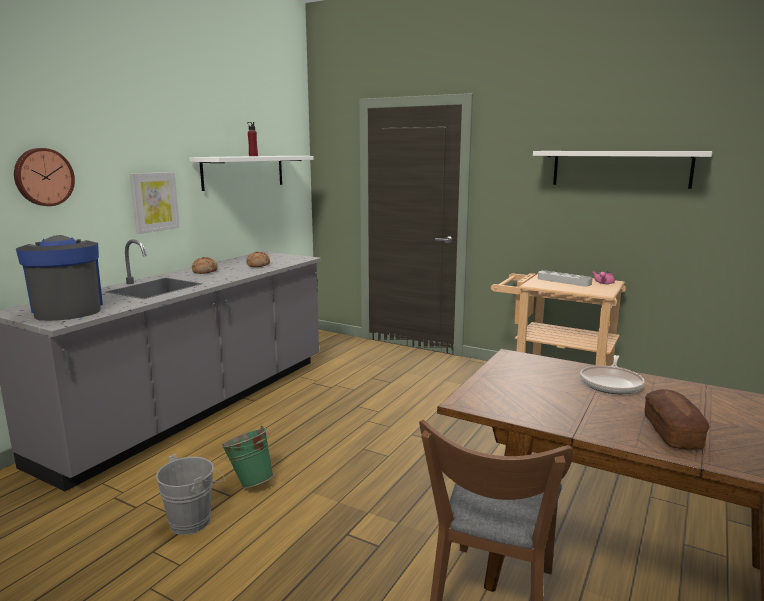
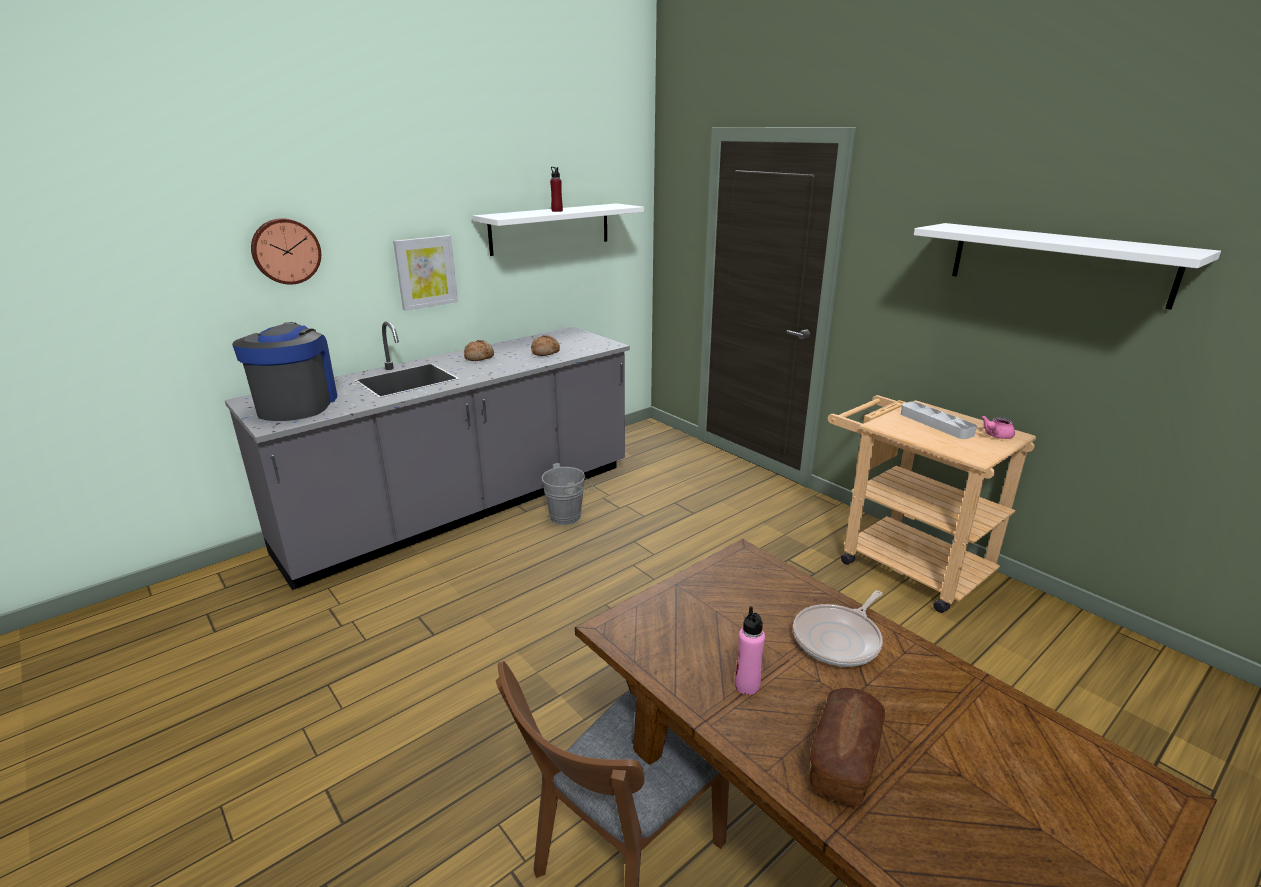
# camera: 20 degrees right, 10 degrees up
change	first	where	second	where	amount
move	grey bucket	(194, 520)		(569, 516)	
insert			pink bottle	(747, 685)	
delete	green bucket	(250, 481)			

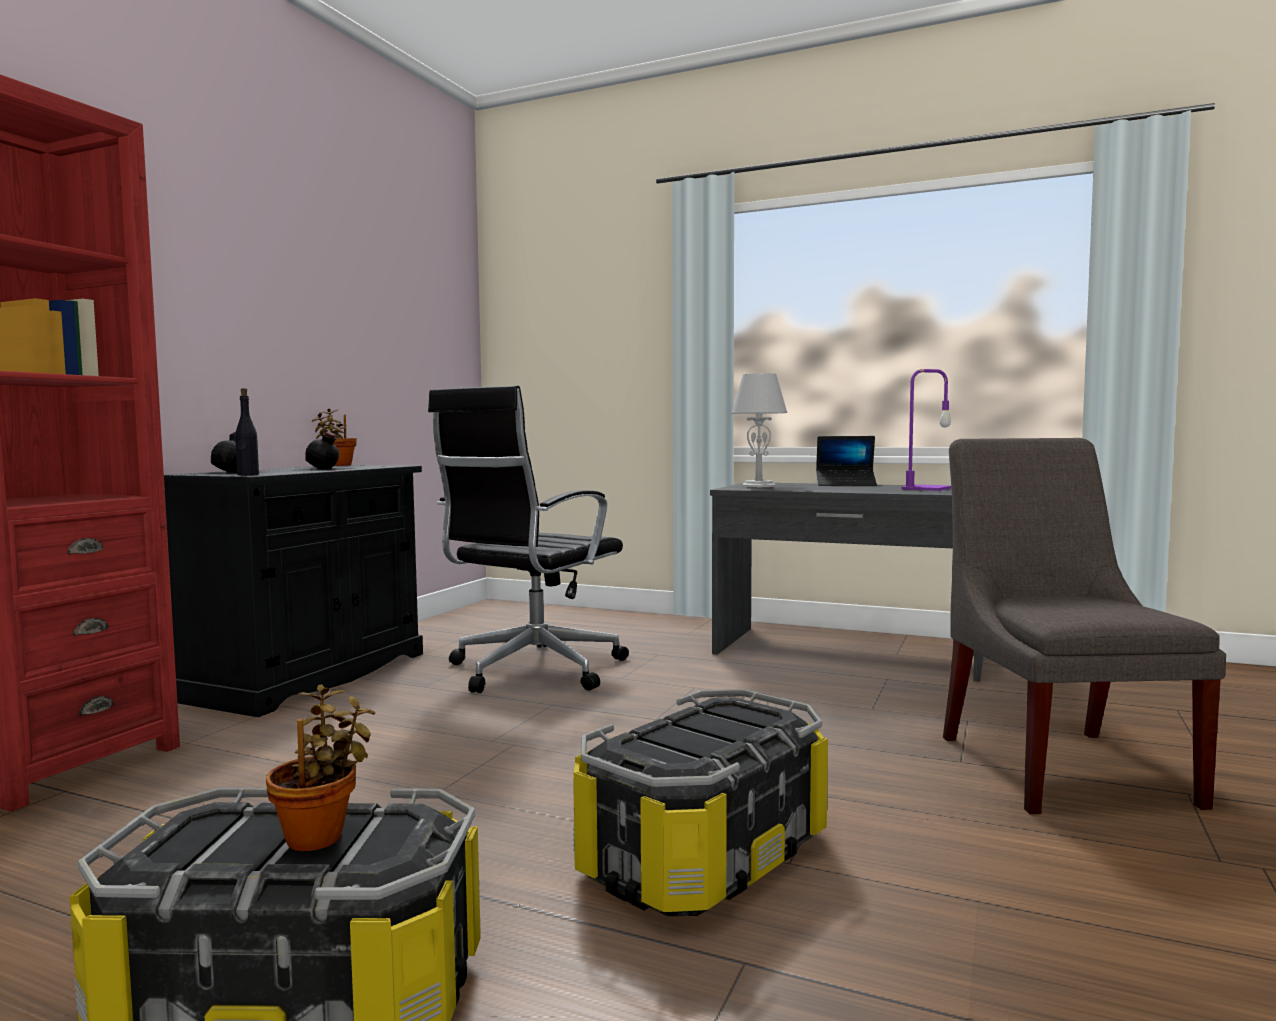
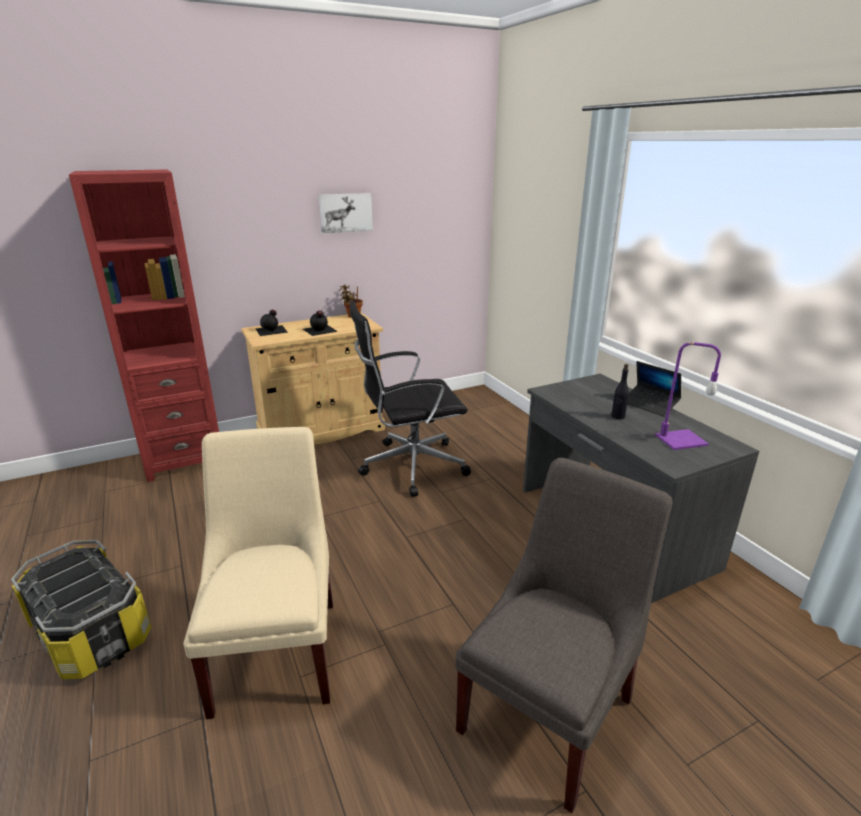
# camera: 40 degrees right, 20 degrees up
change	first	where	second	where	amount
replace	storage box	(703, 856)	beige chair	(278, 648)	
recolor	black cabinet	(310, 676)	beige cabinet	(321, 430)	
insert			picture	(345, 212)	
move	black bottle	(248, 474)		(617, 417)	
delete	potted plant	(321, 836)			
delete	grey table lamp	(758, 486)			

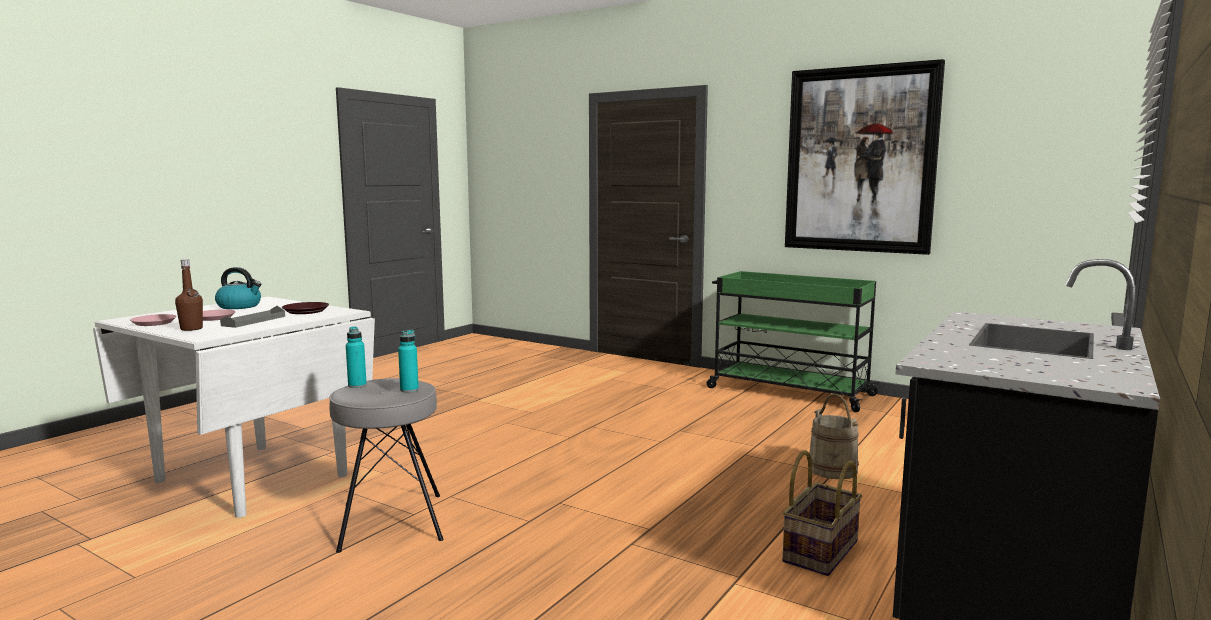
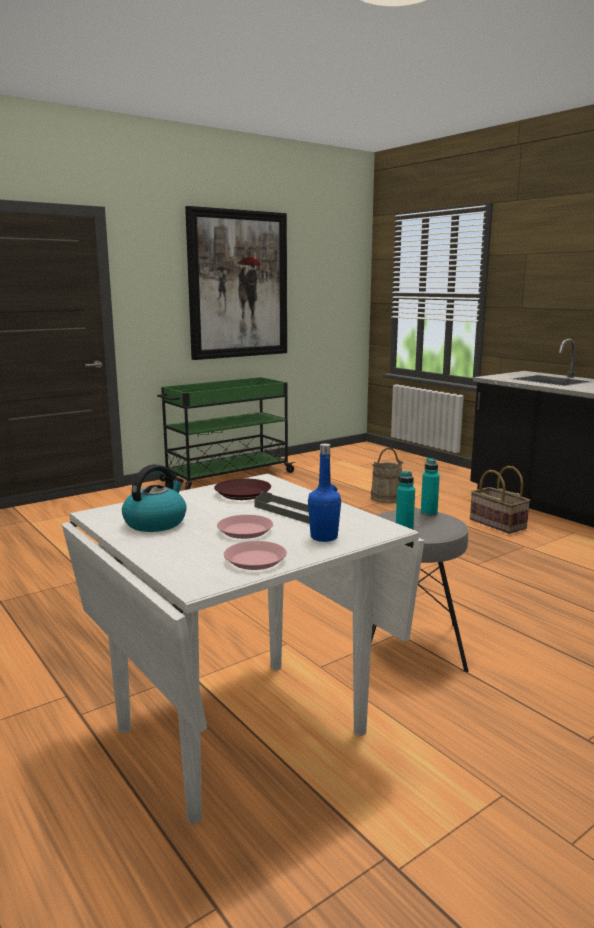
# camera: 70 degrees left, 5 degrees up
change	first	where	second	where	amount
recolor	brown bottle	(191, 329)	blue bottle	(324, 537)	

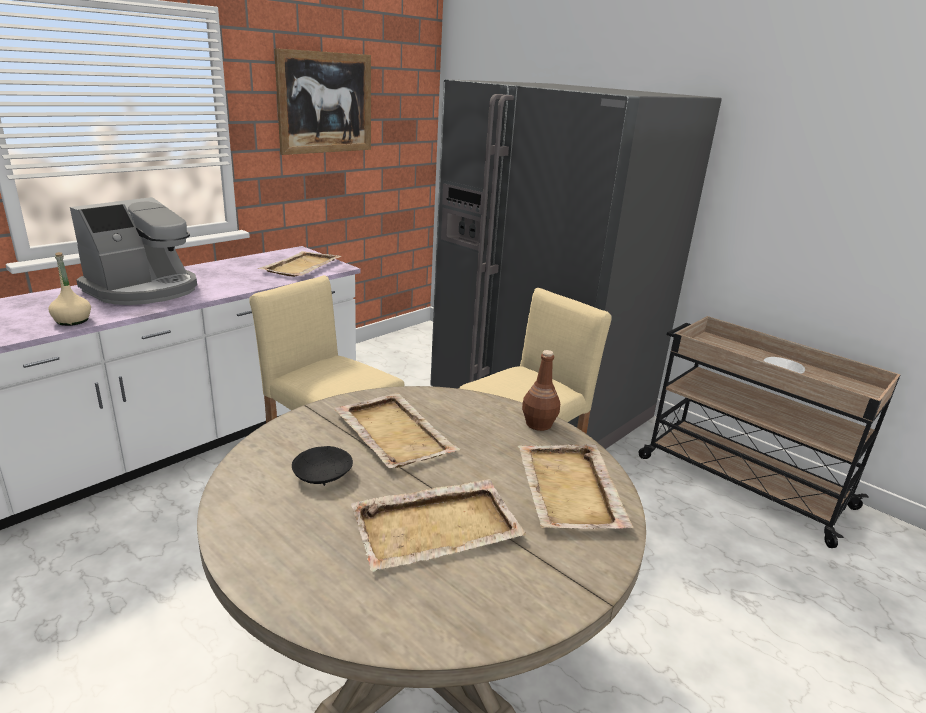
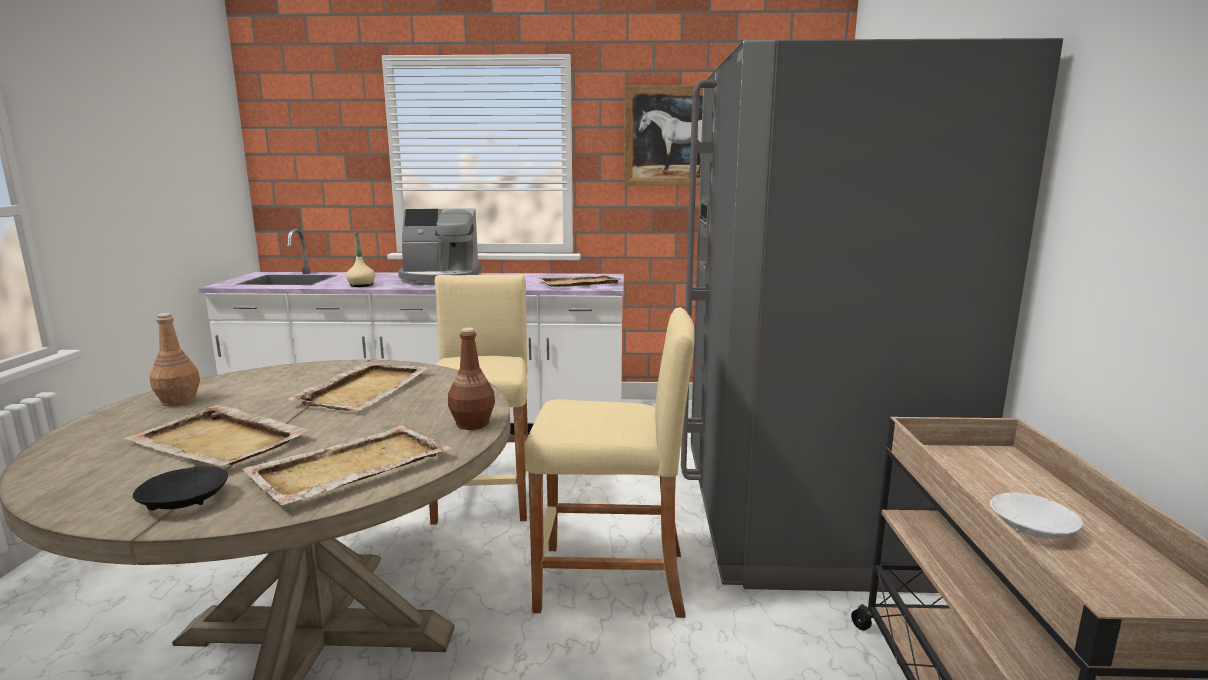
# camera: 50 degrees right, 10 degrees down
change	first	where	second	where	amount
move	black bowl	(322, 474)		(185, 501)	
insert			brown bottle	(179, 401)	

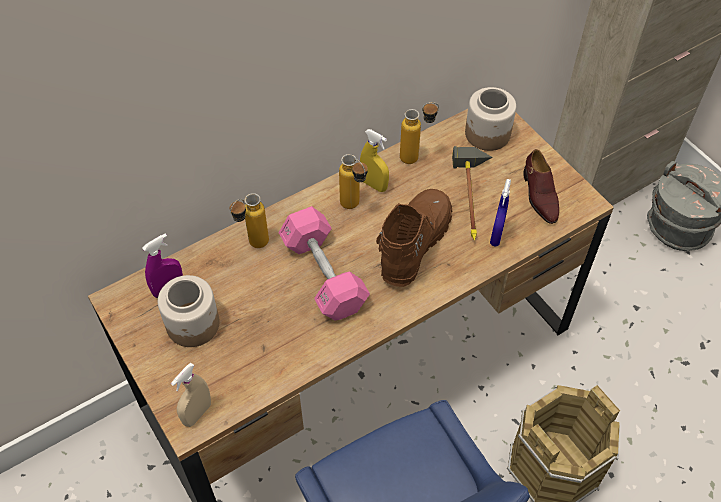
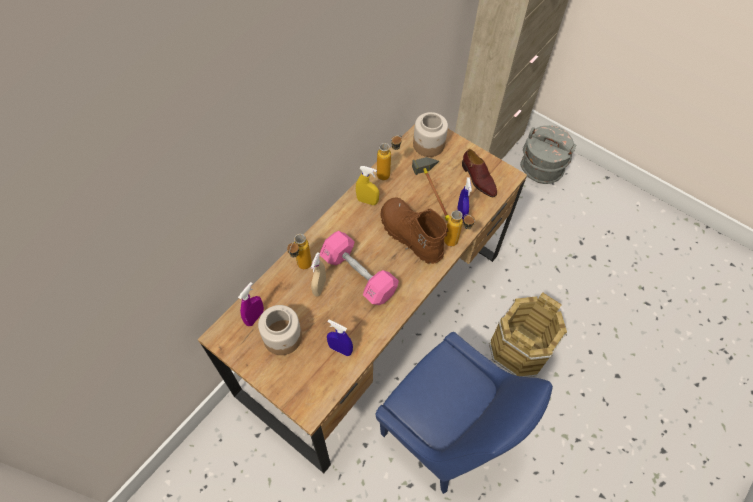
# camera: 20 degrees left, 5 degrees up
change	first	where	second	where	amount
move	beige spray bottle	(197, 413)		(319, 287)	
insert			blue spray bottle	(340, 349)	
rotate	brown boot	(413, 244)		(410, 236)	45 degrees counterclockwise
move	bottle	(354, 207)		(456, 244)	

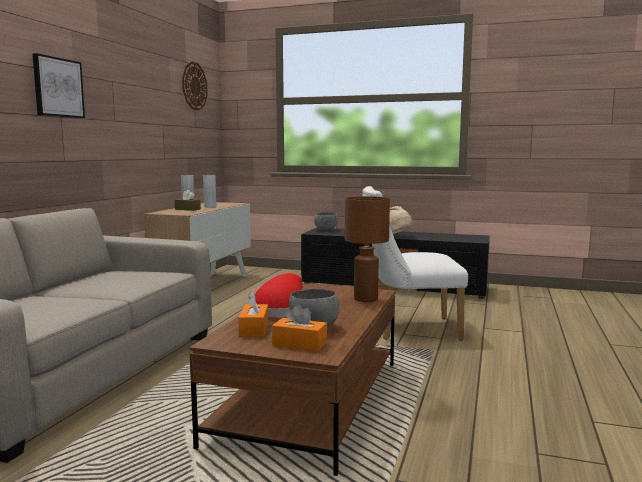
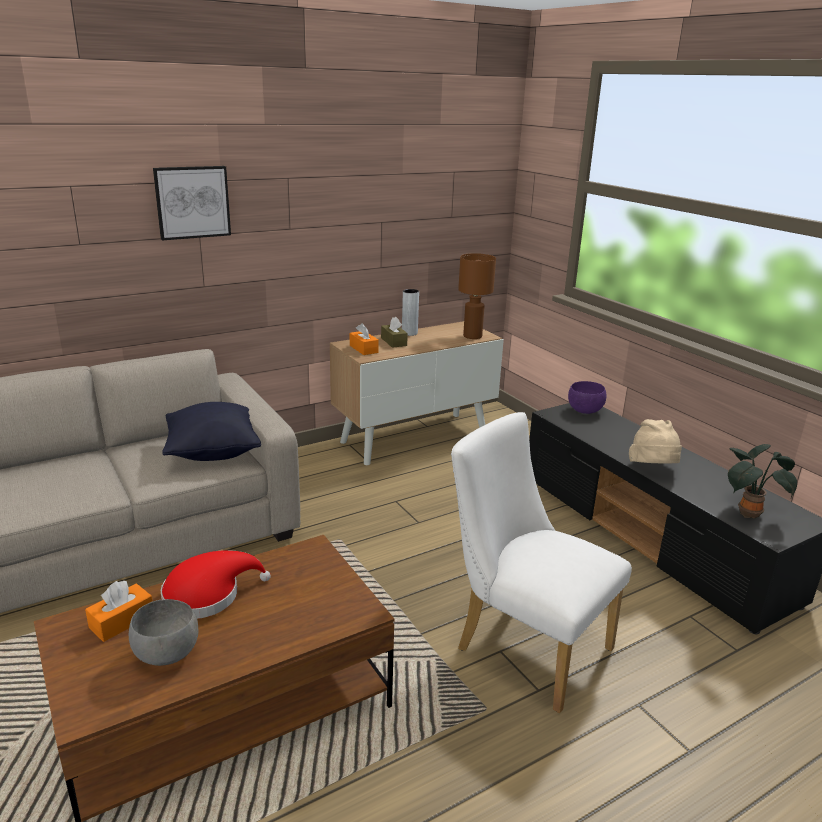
# camera: 40 degrees right, 15 degrees up
change	first	where	second	where	amount
insert			black pillow	(213, 452)	
move	orange tissue box	(299, 344)		(363, 349)	
move	brown table lamp	(366, 299)		(473, 336)	
recolor	grey bowl	(326, 230)	purple bowl	(585, 411)	
insert			potted plant	(747, 512)	
delete	wall clock	(194, 86)			
delete	grey vase	(210, 207)			

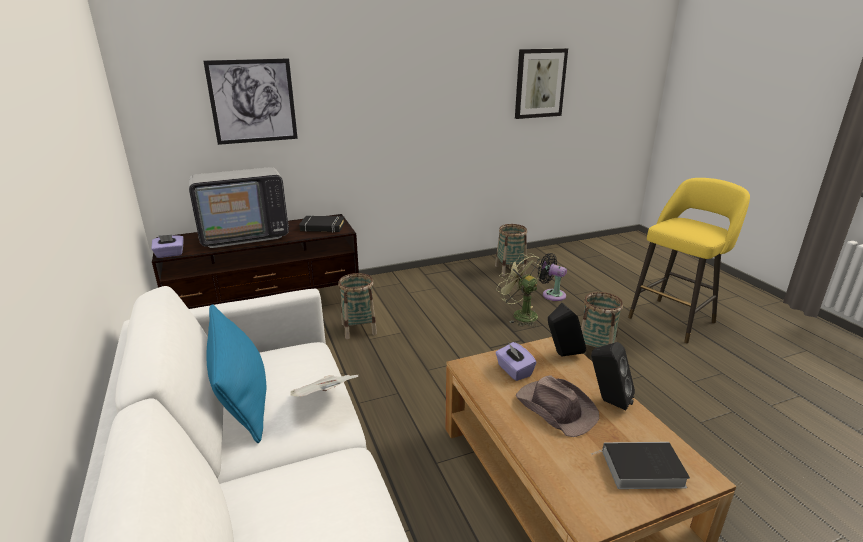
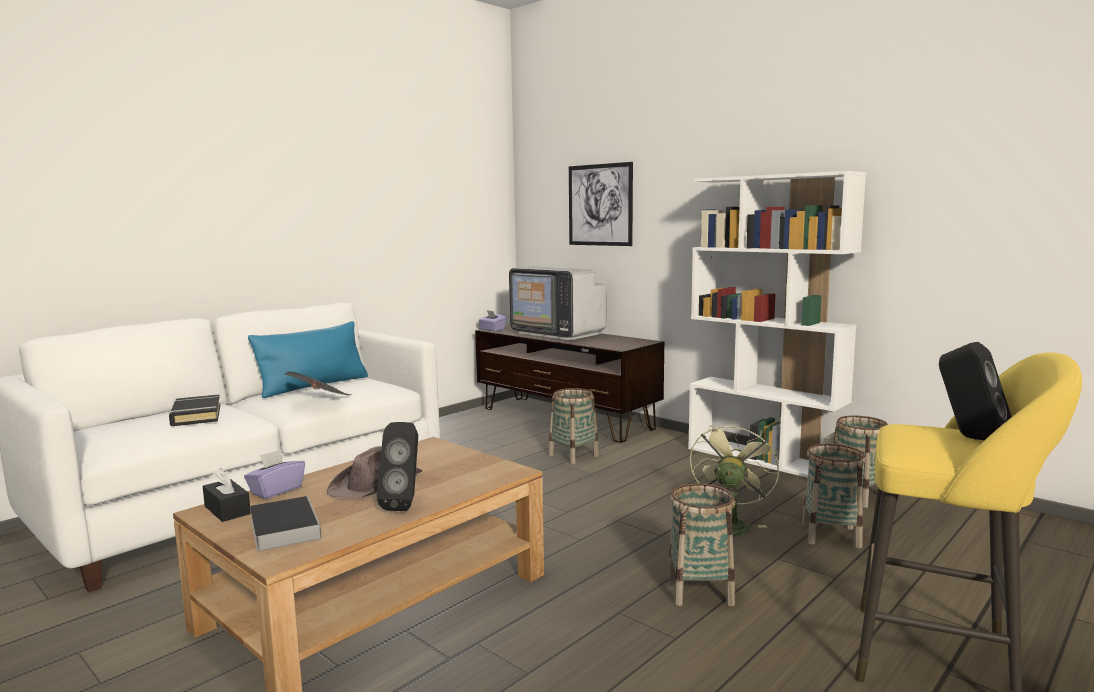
# camera: 65 degrees right, 15 degrees down
change	first	where	second	where	amount
move	black book	(322, 227)		(196, 416)	
insert			black tissue box	(227, 510)	
move	purple tissue box	(514, 371)		(276, 490)	
insert			white bookcase	(765, 459)	
replace	black fan	(551, 294)	basket	(830, 535)	
move	black speaker	(562, 355)		(970, 437)	
delete	picture	(540, 83)			

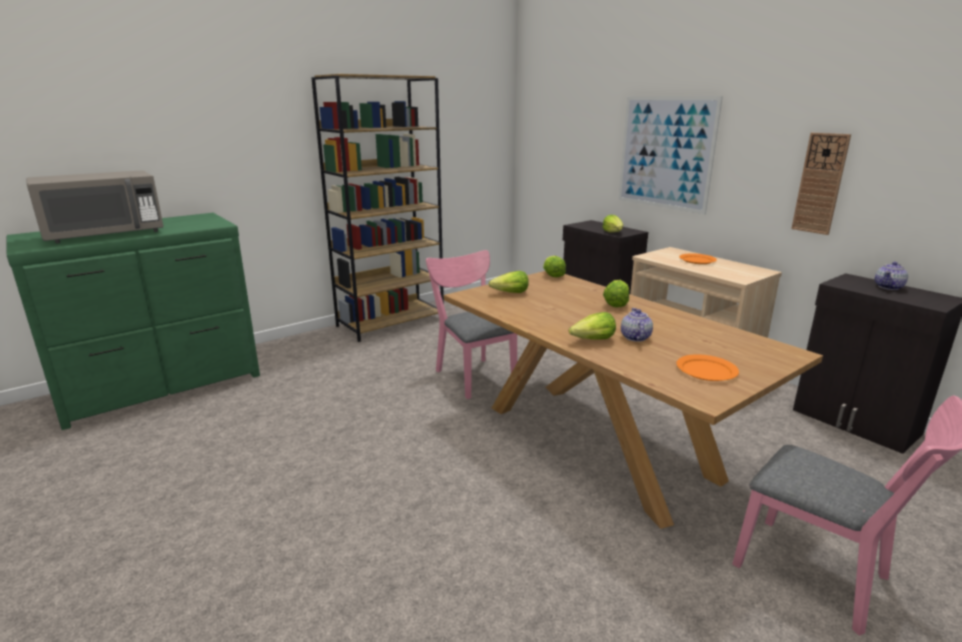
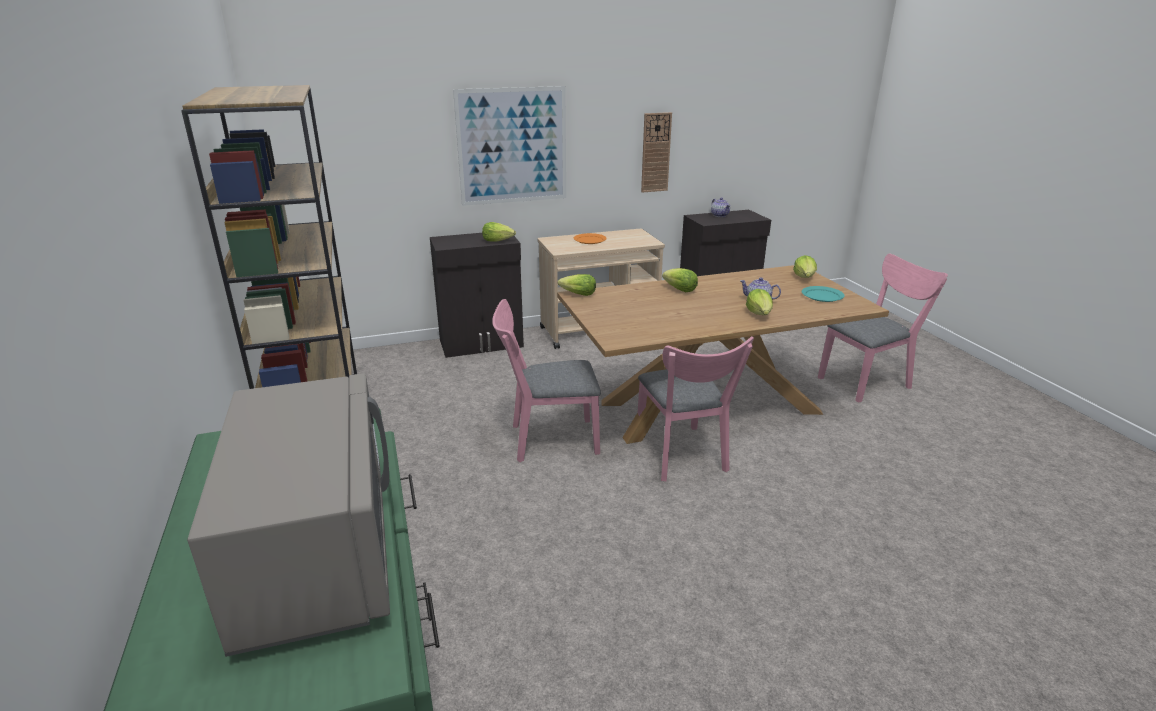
# camera: 70 degrees left, 5 degrees up
change	first	where	second	where	amount
insert			pink chair	(683, 457)	
move	lettuce	(510, 293)		(804, 277)	
recolor	orange plate	(707, 370)	turquoise plate	(822, 296)	

